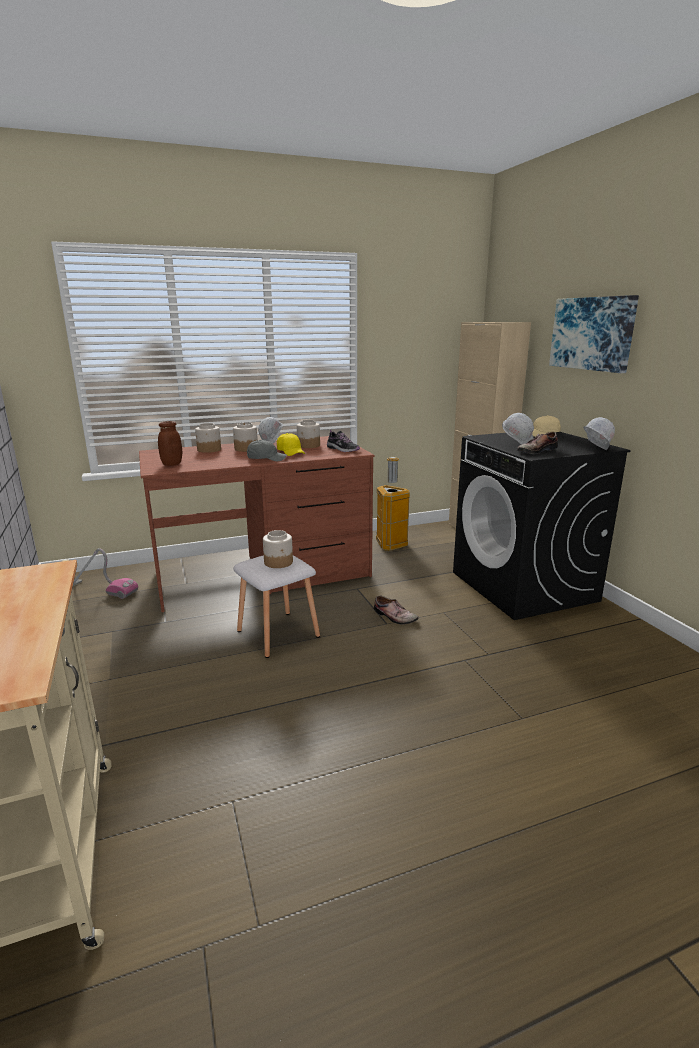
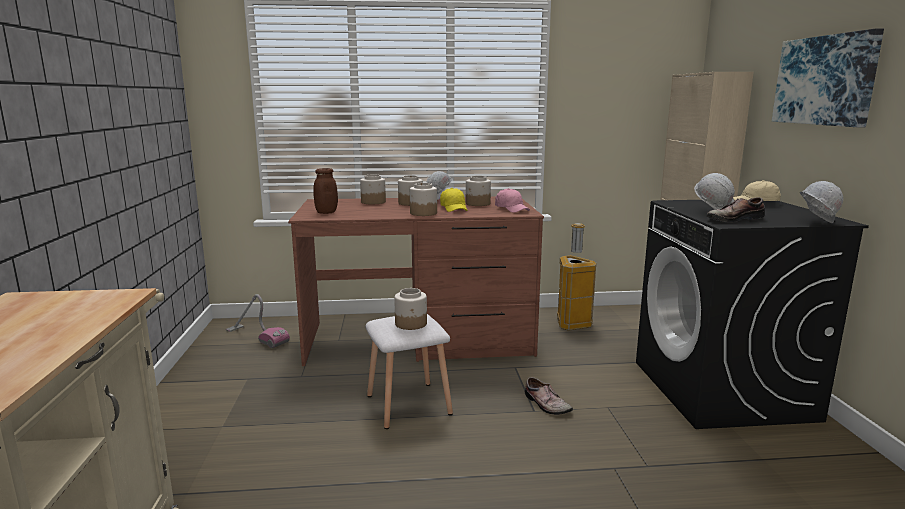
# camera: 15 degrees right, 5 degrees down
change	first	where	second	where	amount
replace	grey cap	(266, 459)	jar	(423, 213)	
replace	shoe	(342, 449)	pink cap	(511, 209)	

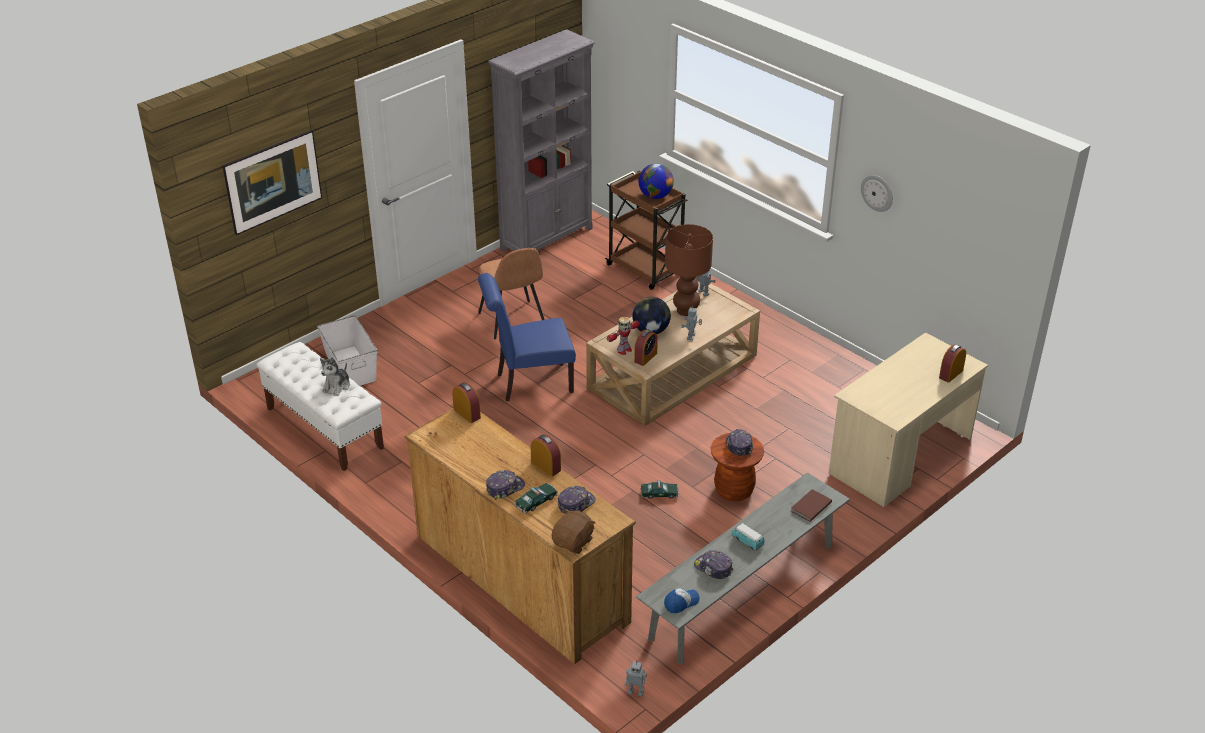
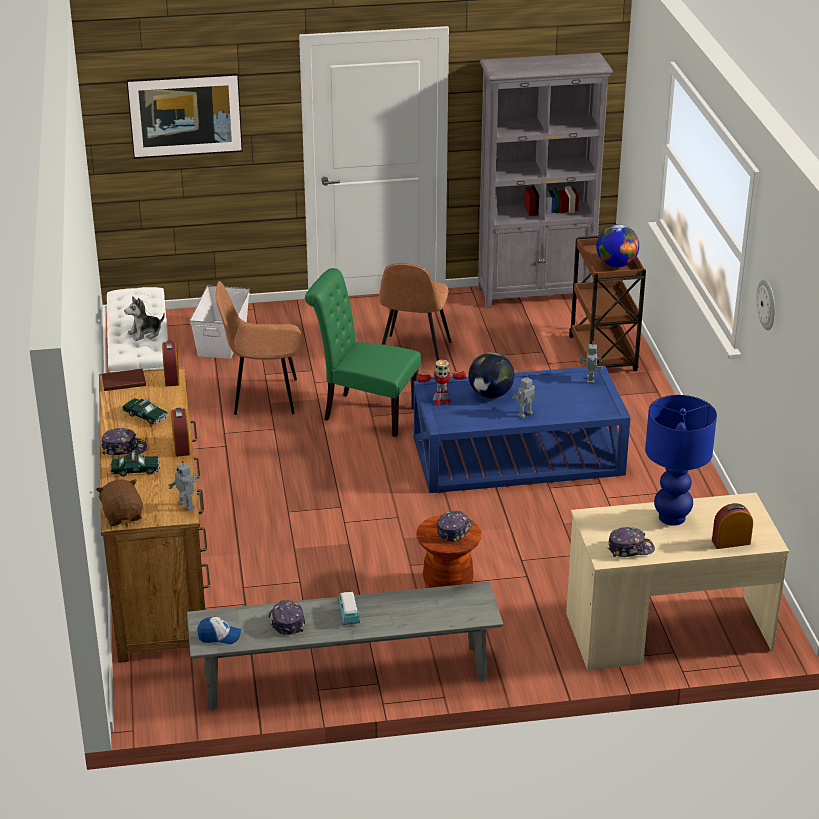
# camera: 35 degrees right, 5 degrees down
change	first	where	second	where	amount
rotate	brown plush toy	(573, 542)		(123, 516)	90 degrees counterclockwise
move	brown book	(810, 506)		(123, 381)	
move	toy car	(659, 494)		(145, 416)	
move	toy robot	(636, 692)		(187, 505)	
insert			brown chair	(263, 396)	
recolor	blue chair	(529, 383)	green chair	(364, 413)	
recolor	beige coffee table	(672, 371)	blue coffee table	(517, 455)	
move	cap	(576, 504)		(630, 548)	
insert			blue table lamp	(671, 517)	
delete	alarm clock	(645, 357)			
delete	brown table lamp	(686, 310)			

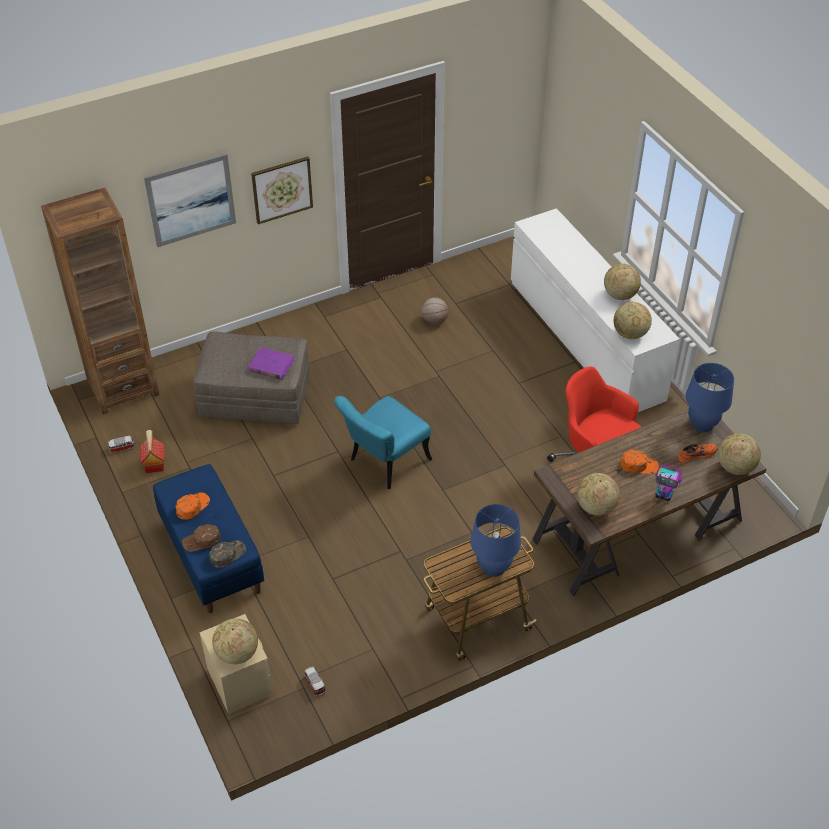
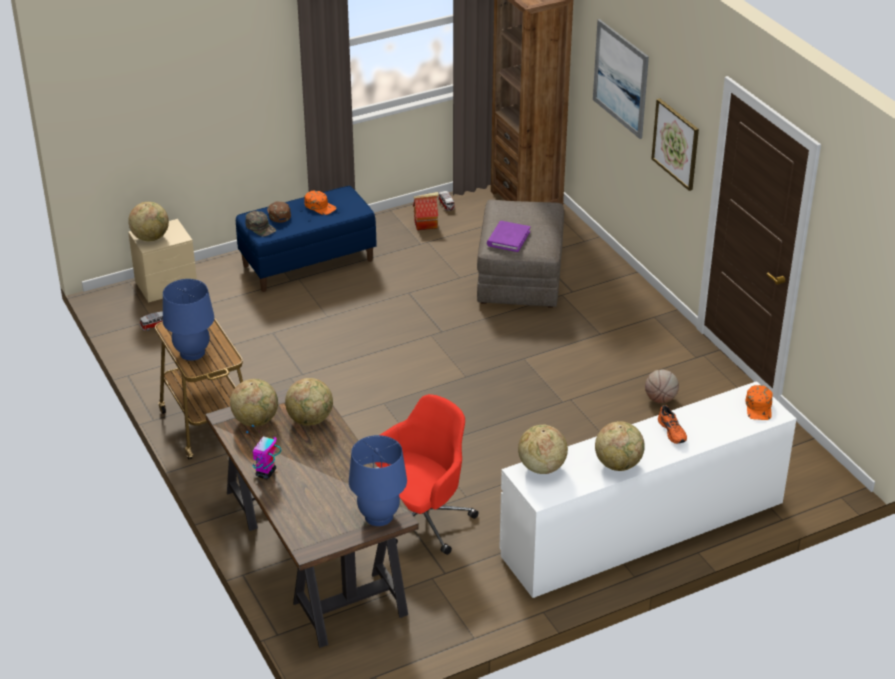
# camera: 90 degrees right, 10 degrees down
change	first	where	second	where	amount
move	globe	(735, 467)		(310, 420)	
move	orange shoe	(696, 454)		(673, 431)	
move	orange cap	(639, 465)		(759, 407)	
delete	turquoise chair	(384, 463)			

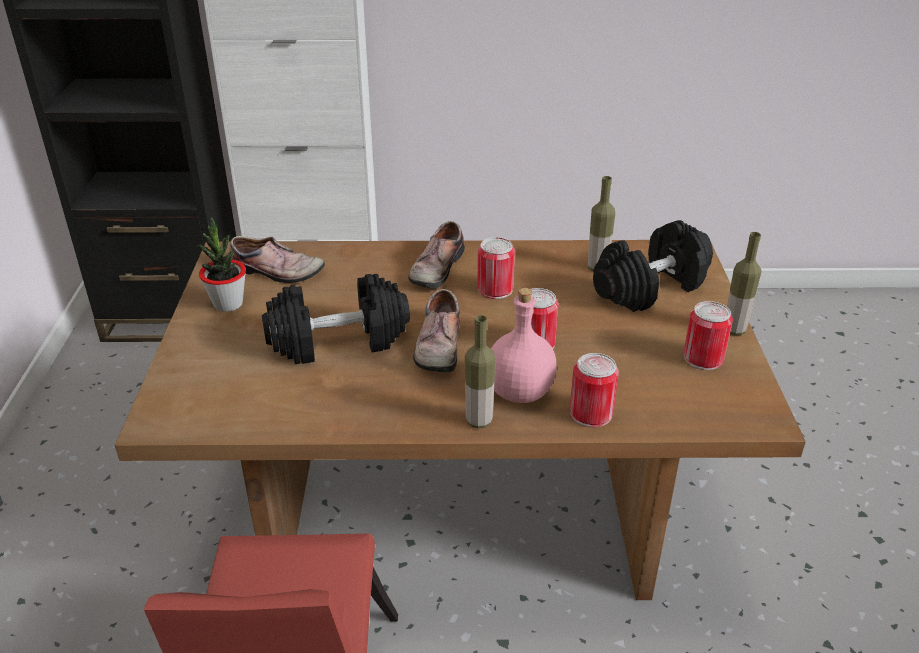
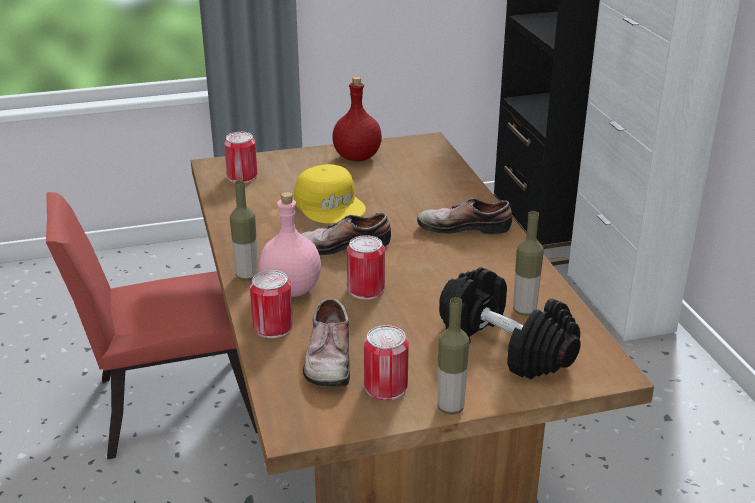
# camera: 75 degrees right, 5 degrees down
change	first	where	second	where	amount
move	can	(495, 289)		(242, 176)	
replace	black dumbbell	(339, 340)	yellow cap	(330, 204)	
move	shoe	(276, 272)		(326, 358)	
replace	potted plant	(228, 304)	red bottle	(358, 157)	

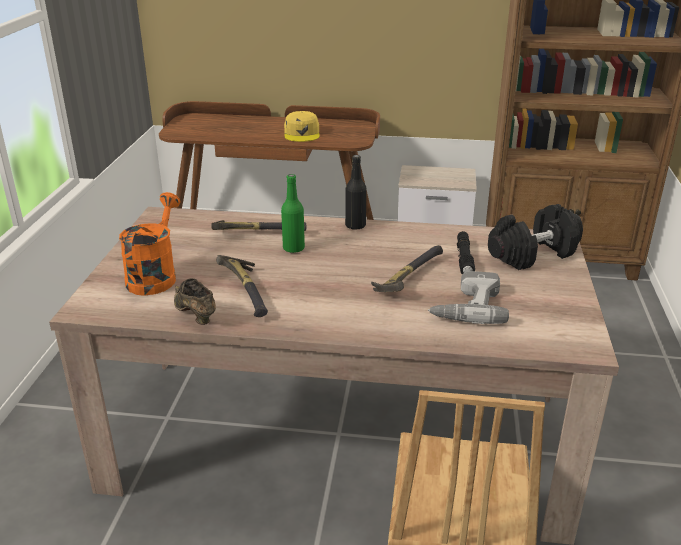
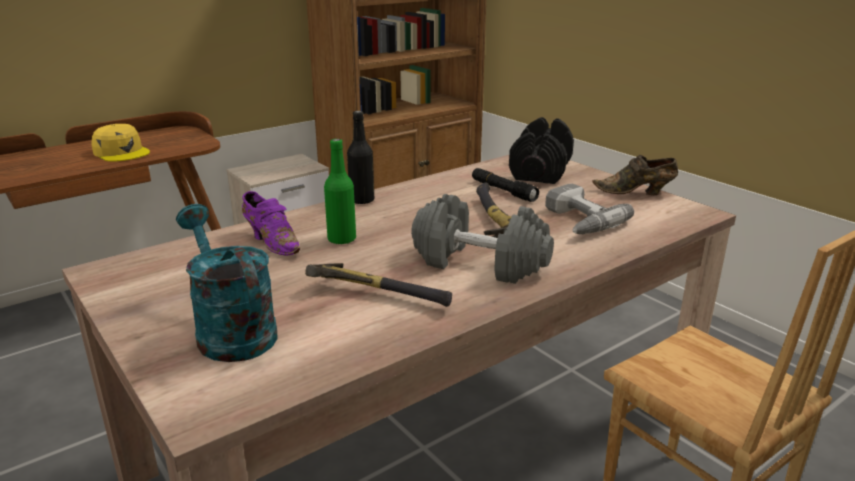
# camera: 45 degrees left, 5 degrees down
change	first	where	second	where	amount
recolor	orange watering can	(155, 276)	turquoise watering can	(231, 330)	
replace	hammer	(256, 233)	purple shoe	(272, 242)	
insert			grey dumbbell	(480, 263)	
move	brown shoe	(195, 314)		(636, 193)	

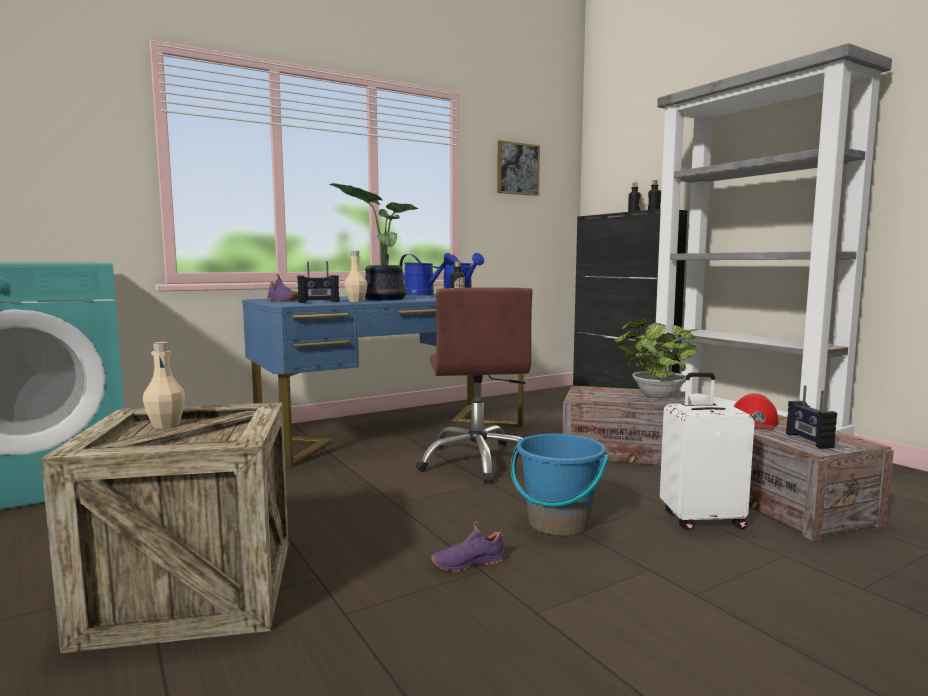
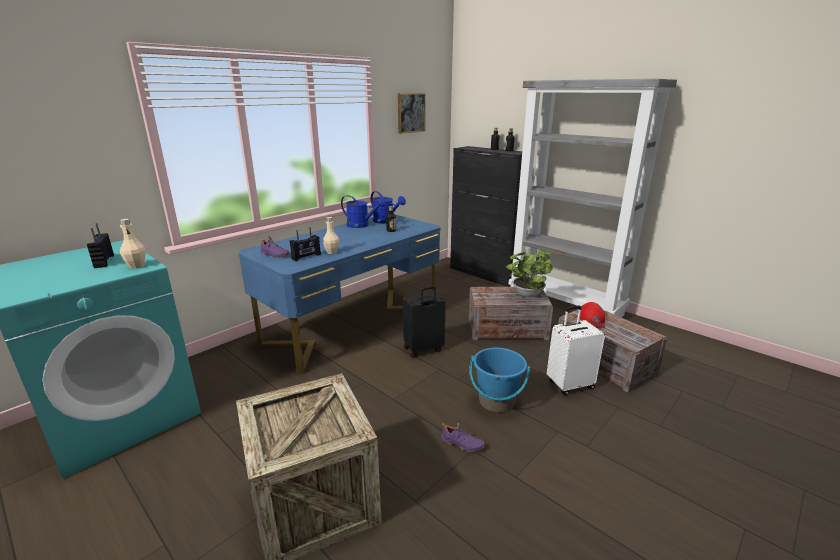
# camera: 15 degrees left, 15 degrees up
change	first	where	second	where	amount
move	radio	(808, 441)		(103, 261)	
move	beige bottle	(166, 425)		(136, 266)	
replace	brown office chair	(478, 462)	black suitcase	(423, 350)	
rotate	purple shoe	(468, 562)		(462, 444)	120 degrees counterclockwise
delete	potted plant	(382, 299)			

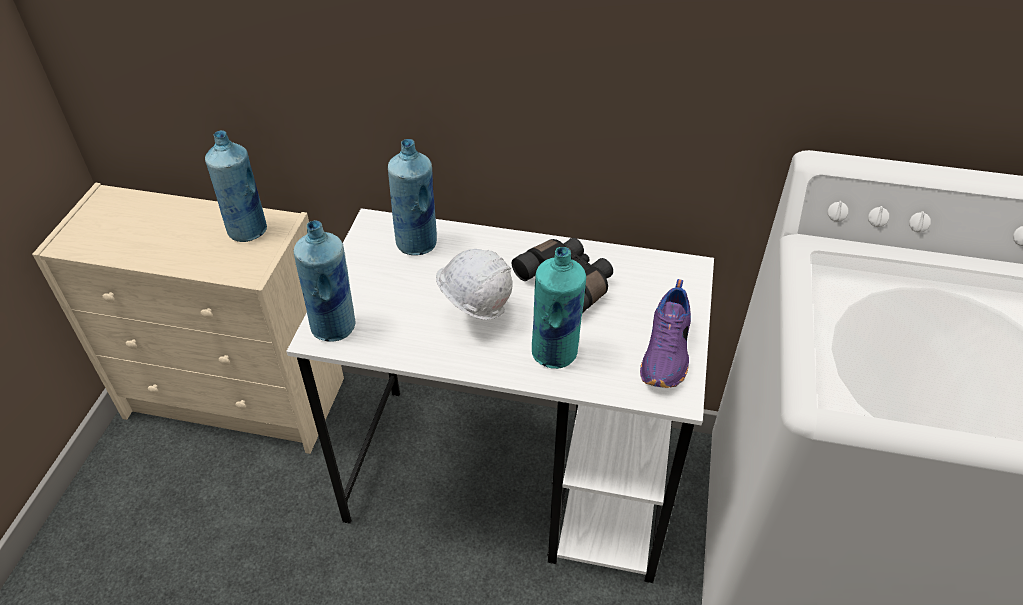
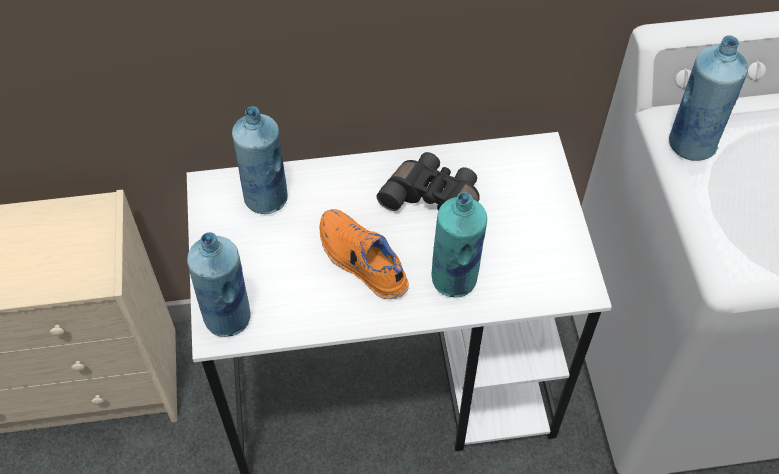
# camera: 20 degrees left, 10 degrees up
change	first	where	second	where	amount
replace	white hard hat	(474, 315)	orange shoe	(361, 262)	
move	blue bottle	(248, 230)		(691, 144)	
delete	purple shoe	(667, 353)			

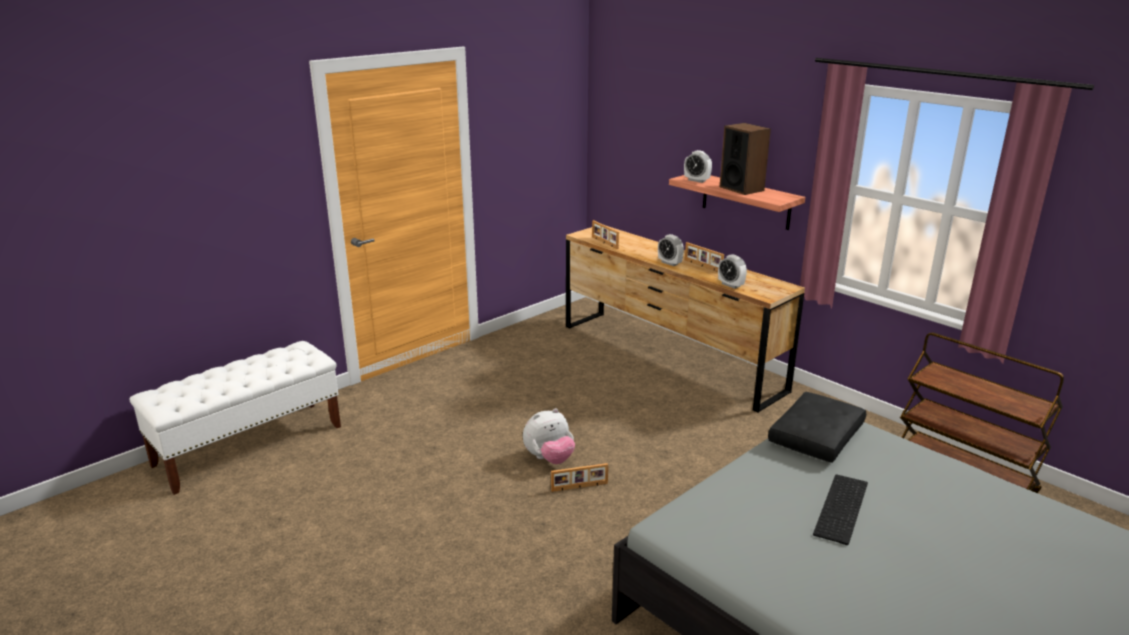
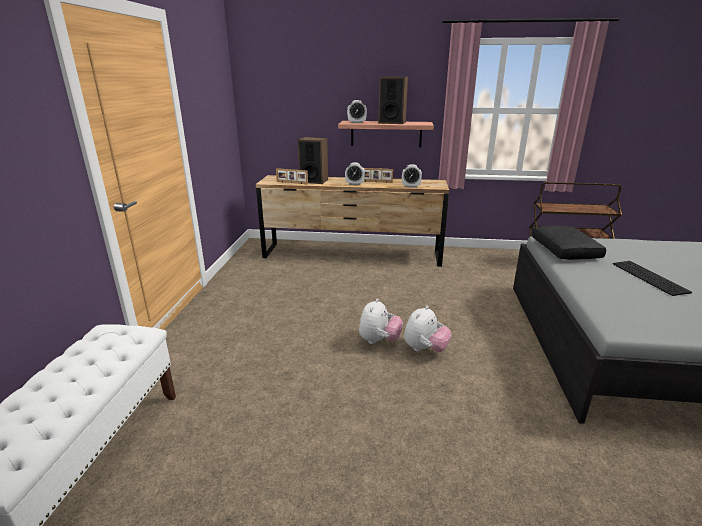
# camera: 40 degrees left, 0 degrees up
change	first	where	second	where	amount
insert			speaker	(314, 181)	
replace	picture frame	(579, 487)	plush toy	(425, 349)	

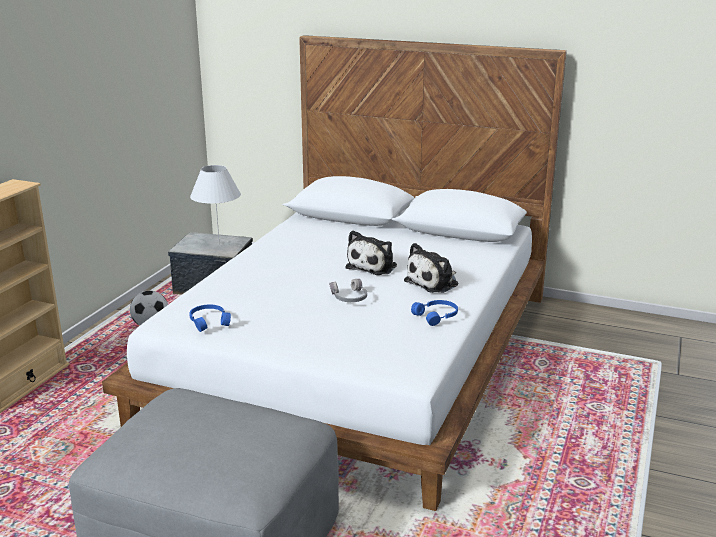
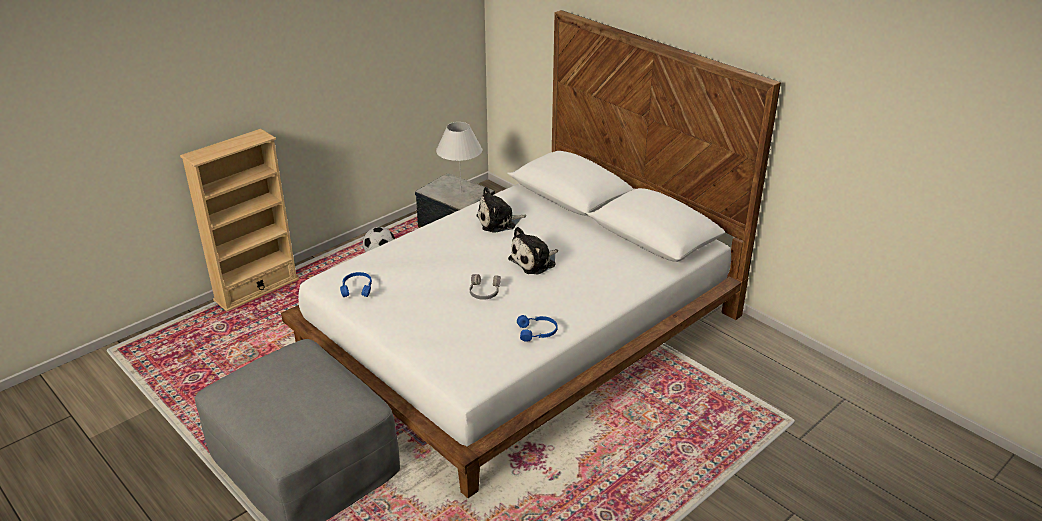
# camera: 25 degrees right, 10 degrees up
change	first	where	second	where	amount
move	plush toy	(434, 282)		(499, 222)	

